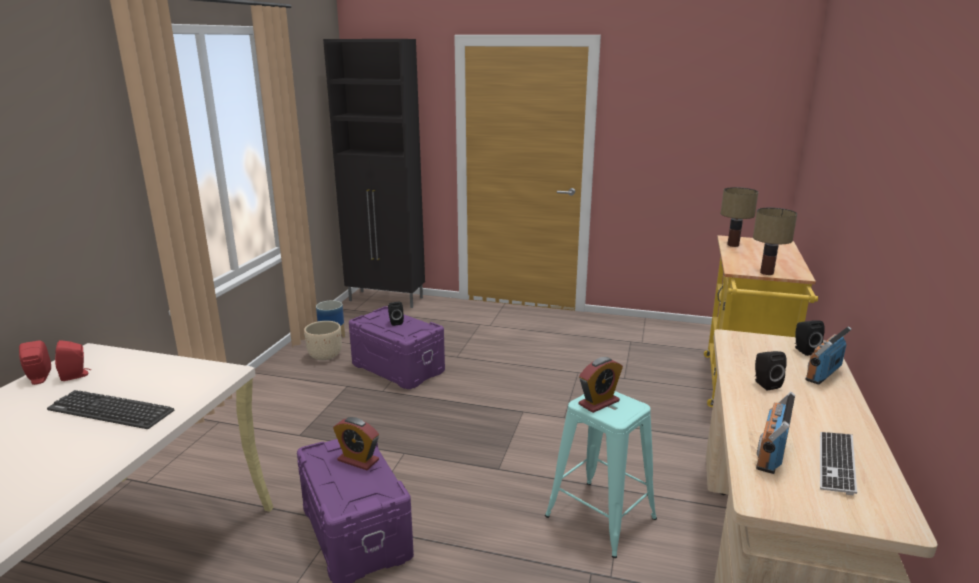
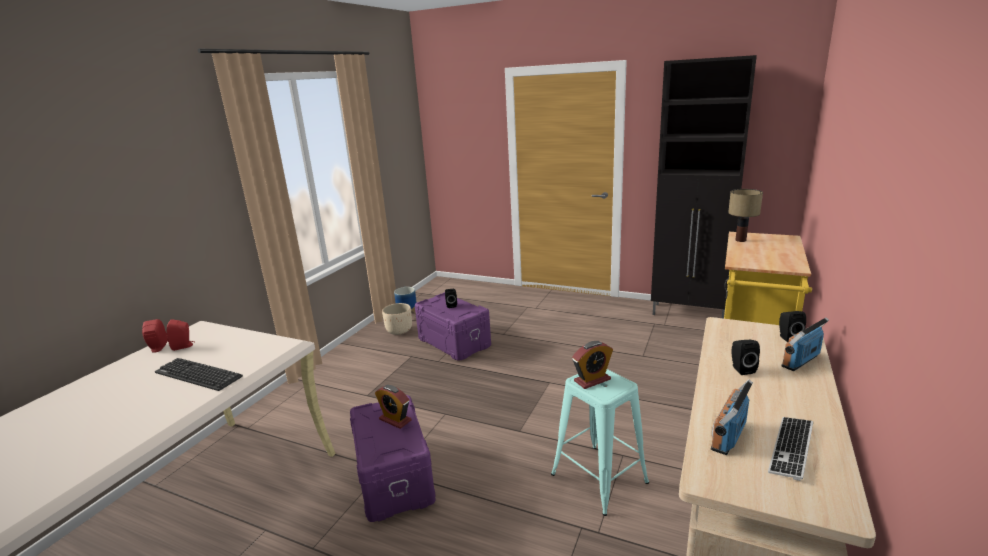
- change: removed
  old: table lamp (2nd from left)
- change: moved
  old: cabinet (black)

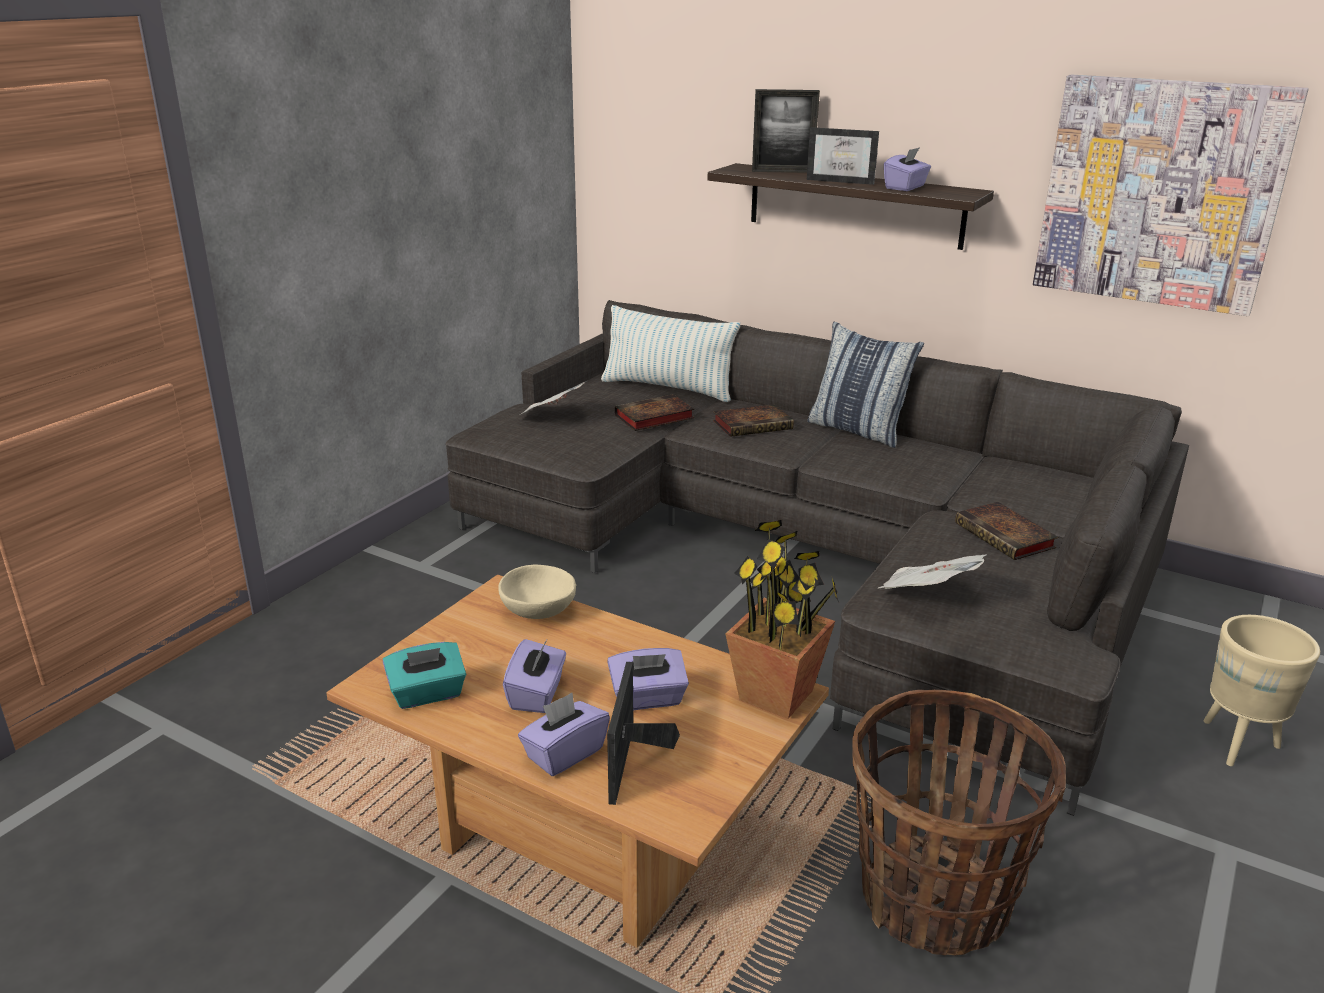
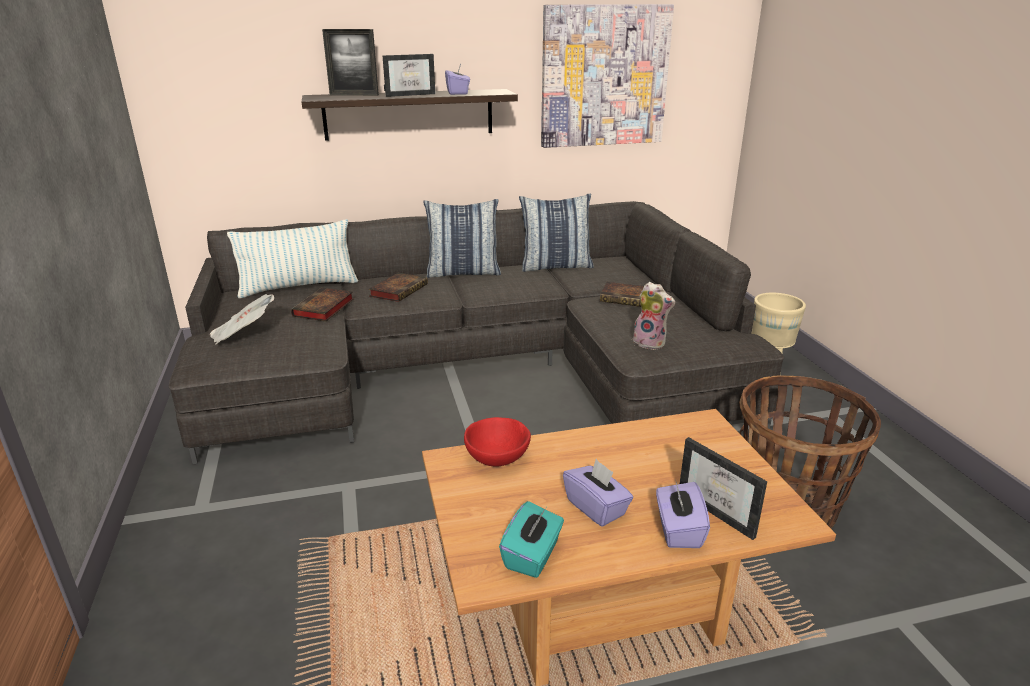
- change: removed
  old: tissue box (purple) (3rd from left)
- change: removed
  old: potted plant
- change: added
  new: pillow (3rd from left)
- change: replaced
  old: newspaper (2nd from left)
  new: plush toy
- change: recoloured
  old: bowl (beige)
  new: bowl (red)
- change: turned
  old: picture frame (2nd from left in the first image)
  degrees: 45

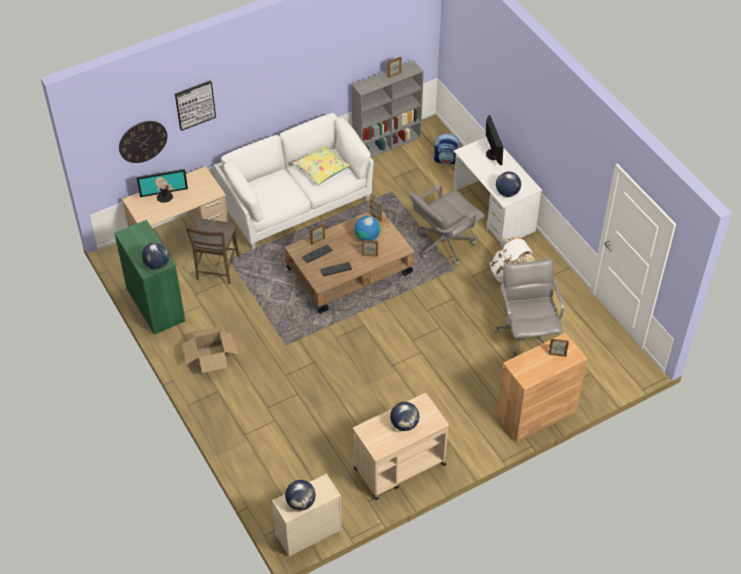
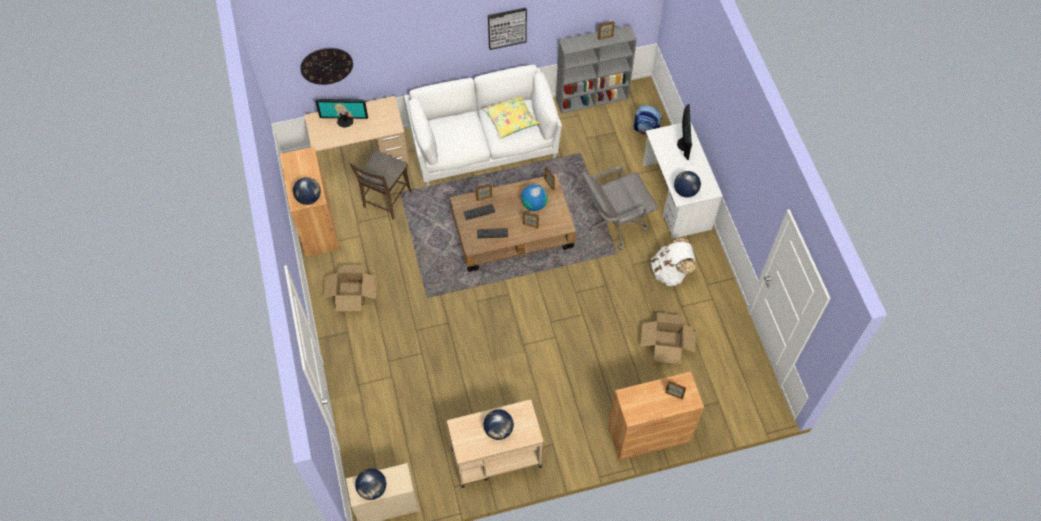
- change: moved
  old: picture
- change: replaced
  old: office chair (grey) (2nd from left)
  new: cardboard box (2nd from left)
- change: recoloured
  old: cabinet (green)
  new: cabinet (brown) (1st from left)

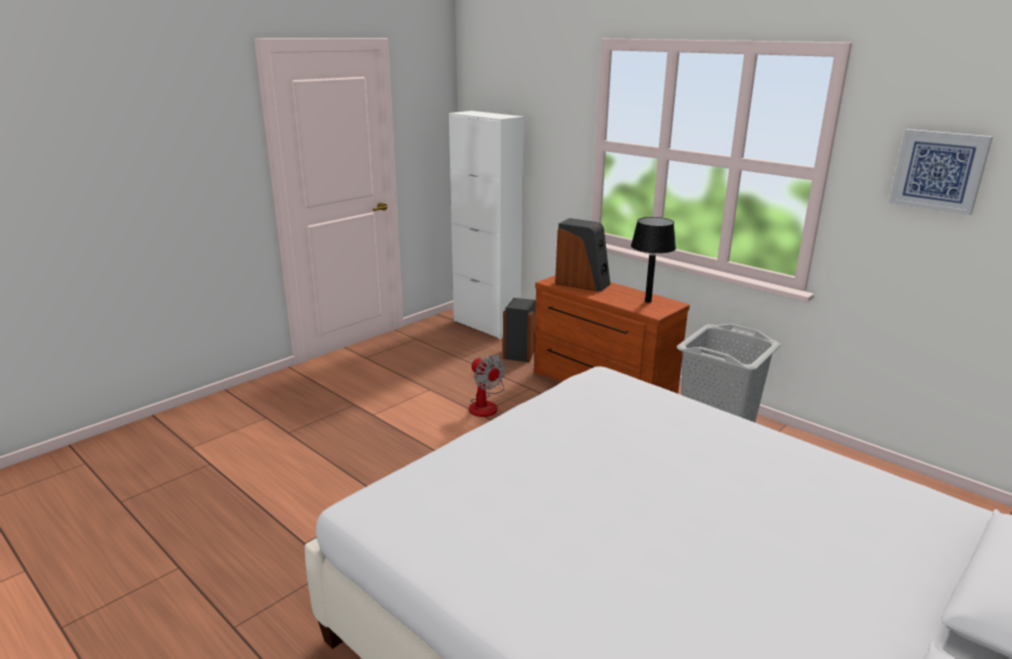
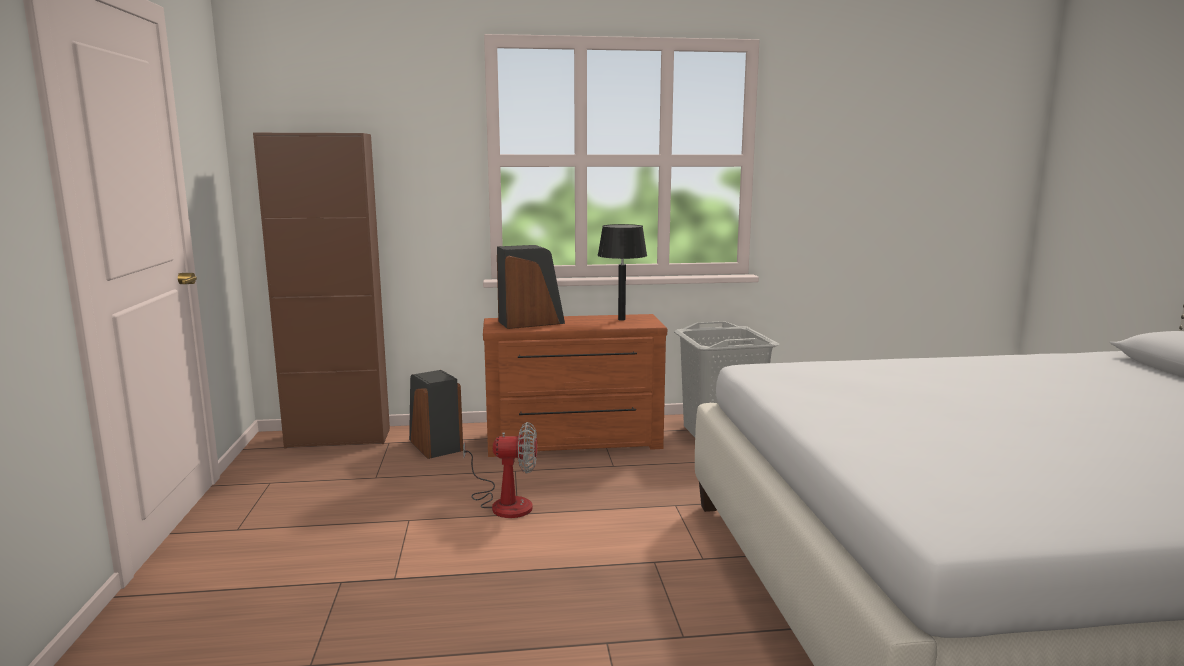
- change: removed
  old: picture
- change: recoloured
  old: cabinet (white)
  new: cabinet (brown)

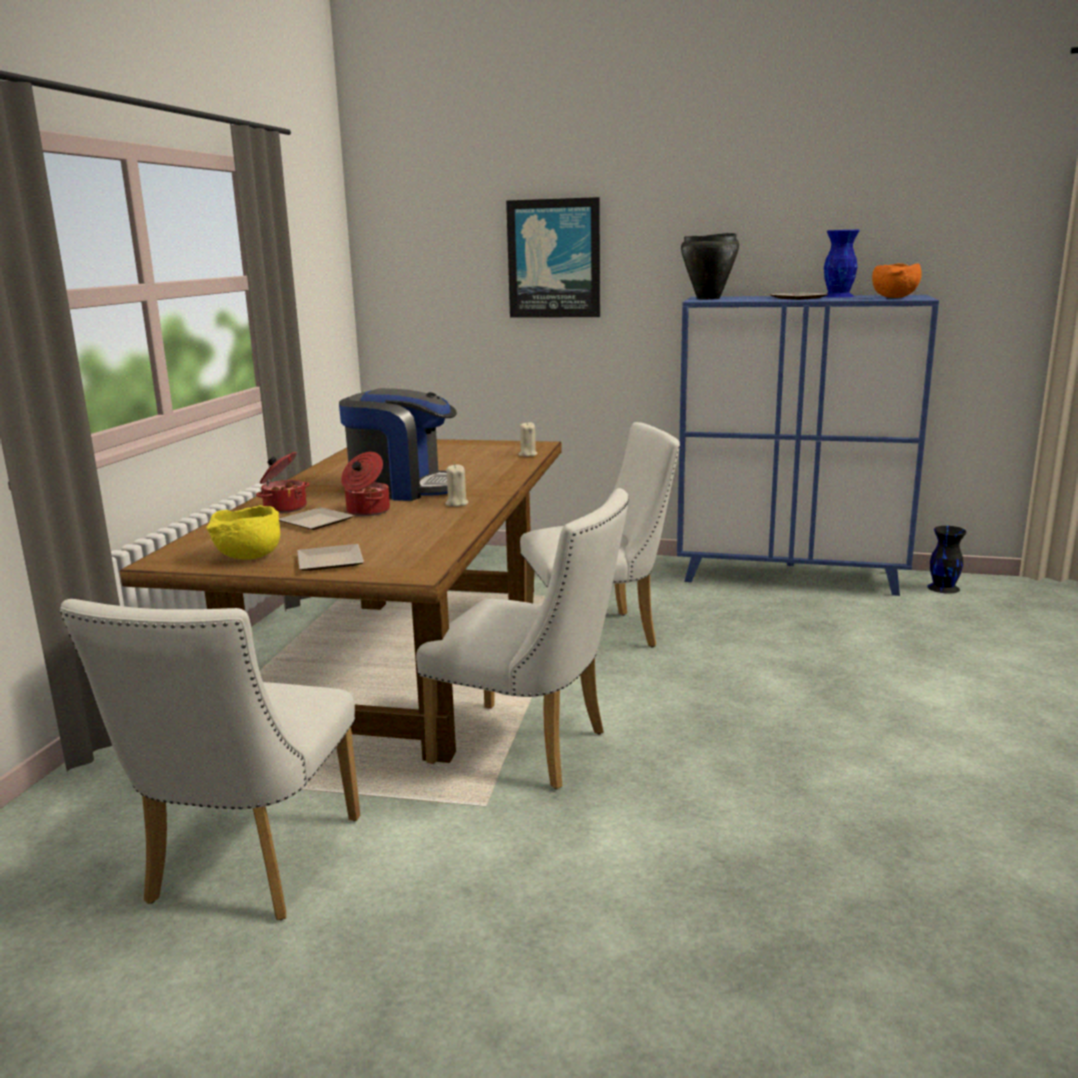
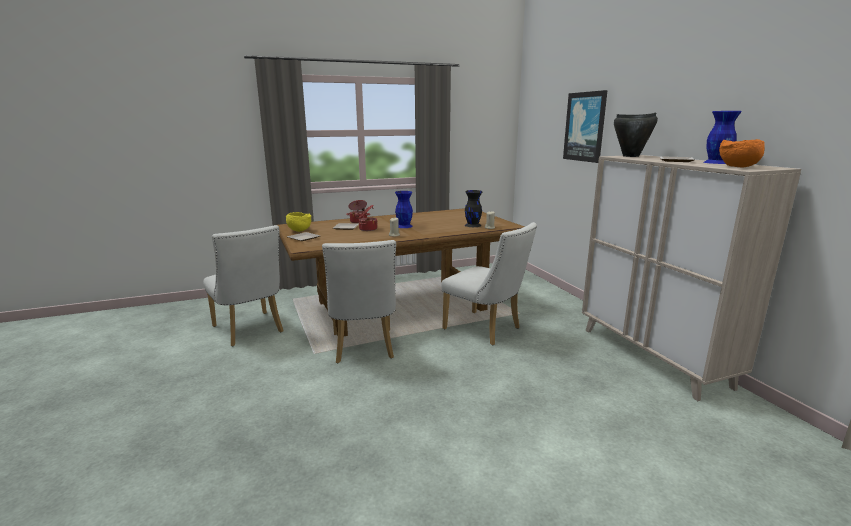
- change: moved
  old: vase (black)
- change: replaced
  old: coffee machine
  new: vase (blue) (1st from left)
- change: recoloured
  old: cabinet (blue)
  new: cabinet (beige)
- change: turned
  old: chair (white) (1st from left)
  degrees: -105

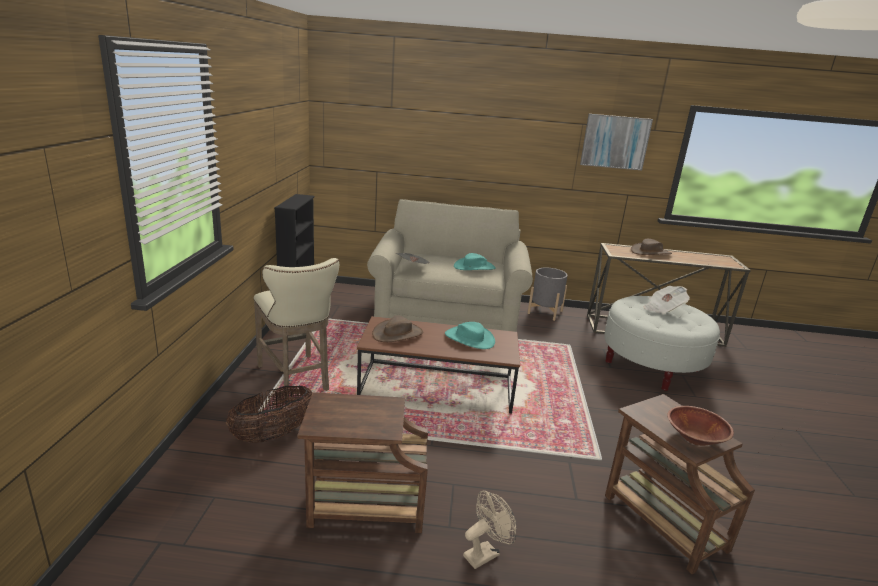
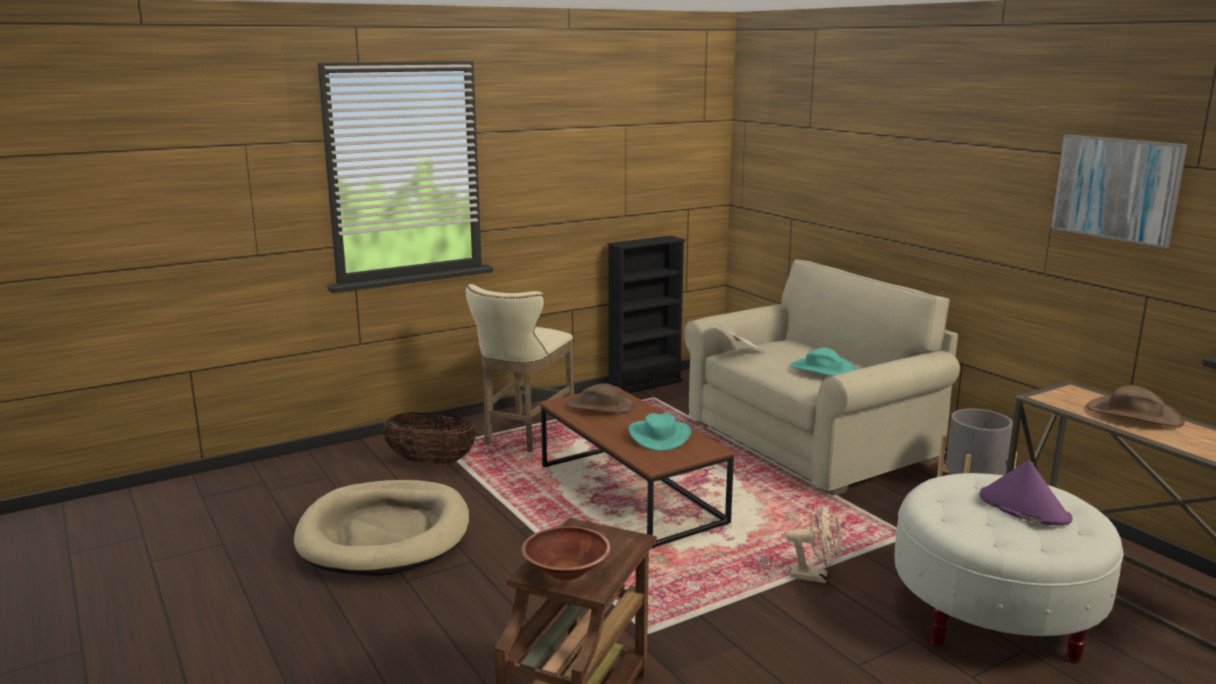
- change: moved
  old: fan (beige)
- change: replaced
  old: side table (brown) (1st from left)
  new: dog bed (beige)
- change: replaced
  old: newspaper (2nd from left)
  new: hat (purple)

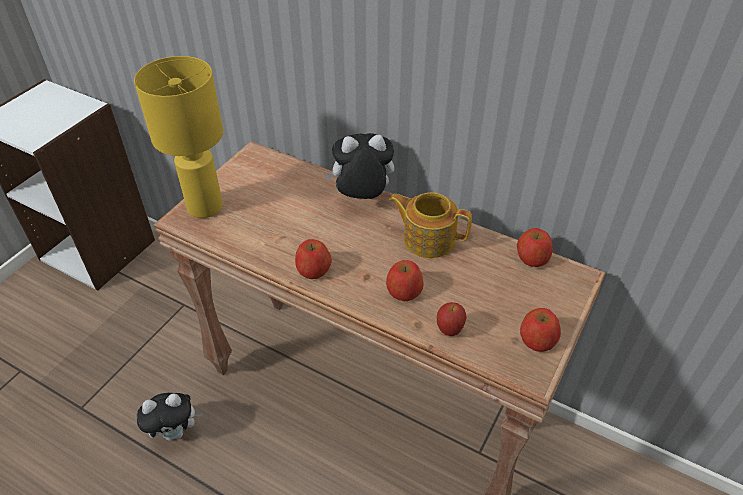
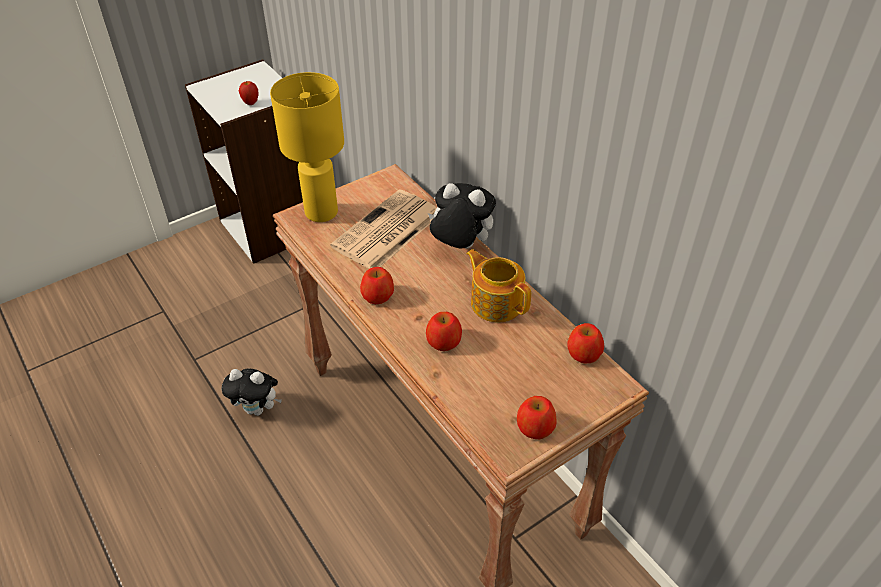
- change: added
  new: newspaper
- change: moved
  old: apple (3rd from left in the first image)
  new: apple (1st from left)

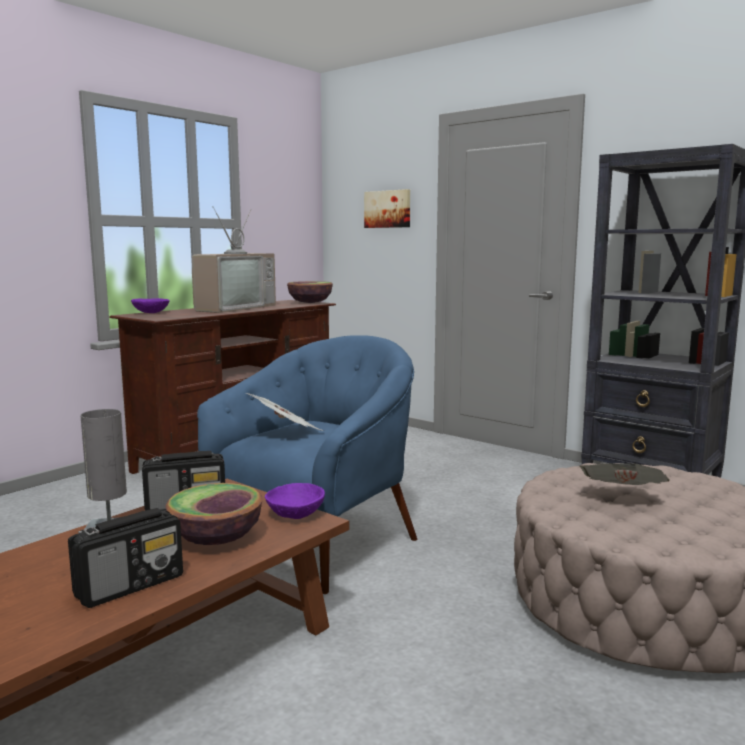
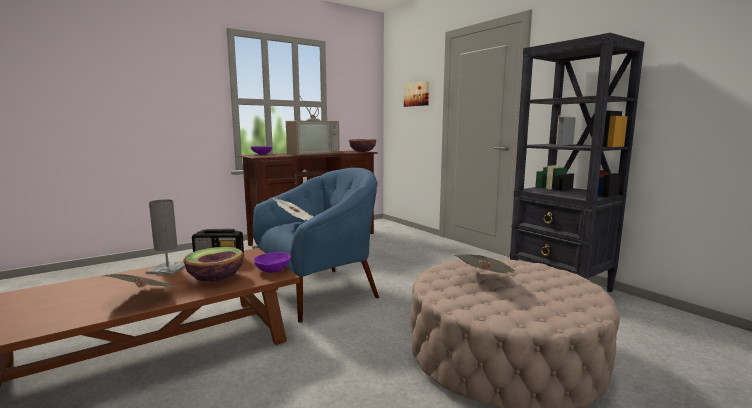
- change: replaced
  old: radio (1st from left)
  new: newspaper (1st from left)

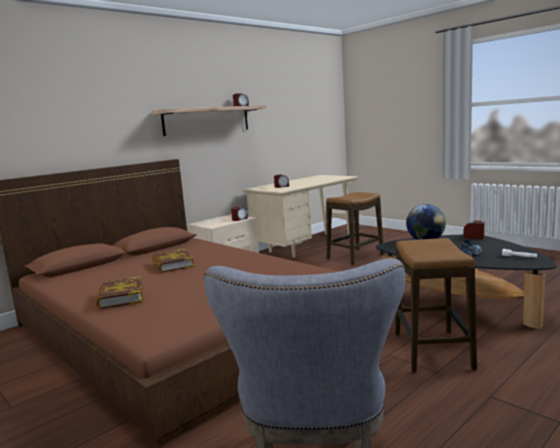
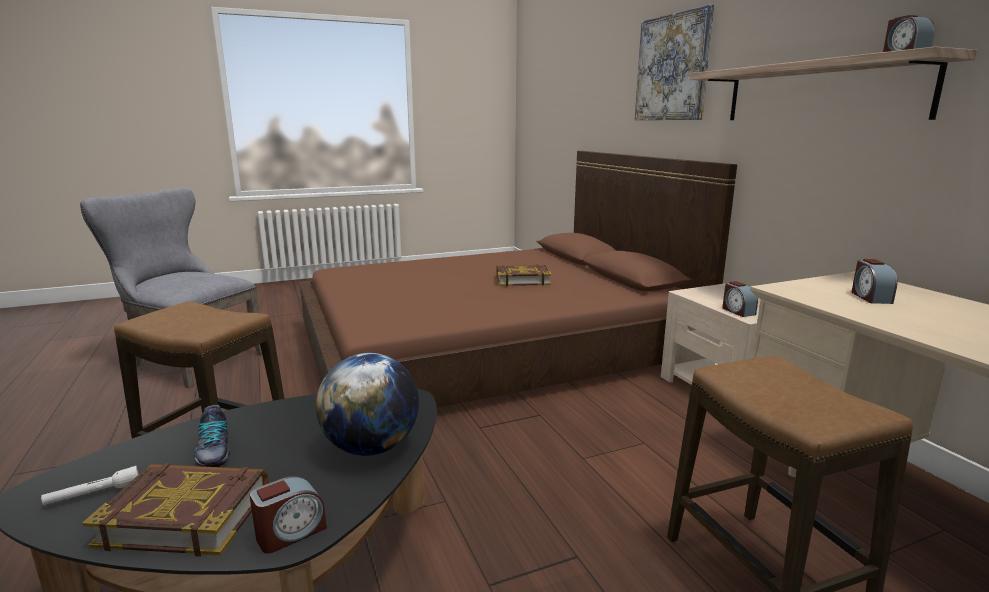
- change: added
  new: picture
- change: moved
  old: book (1st from left)

